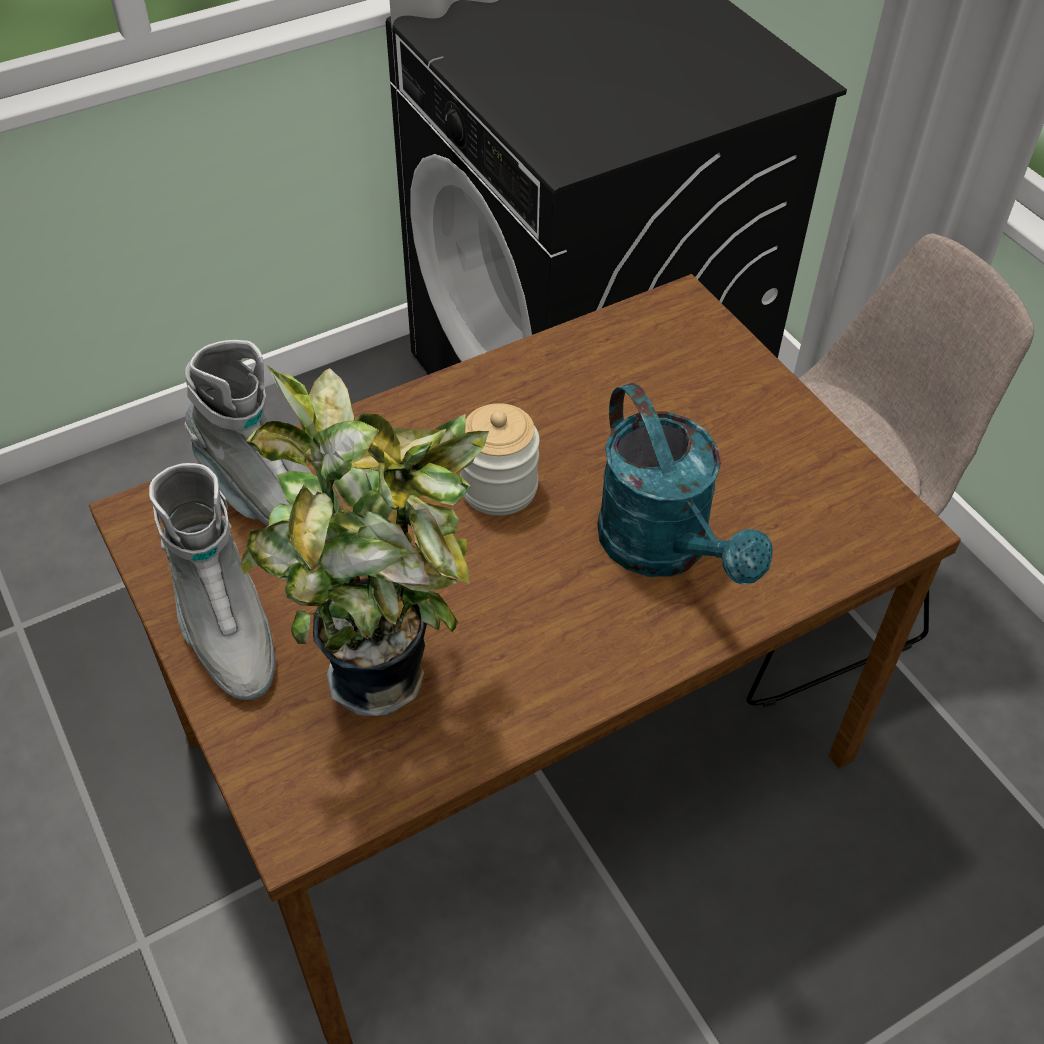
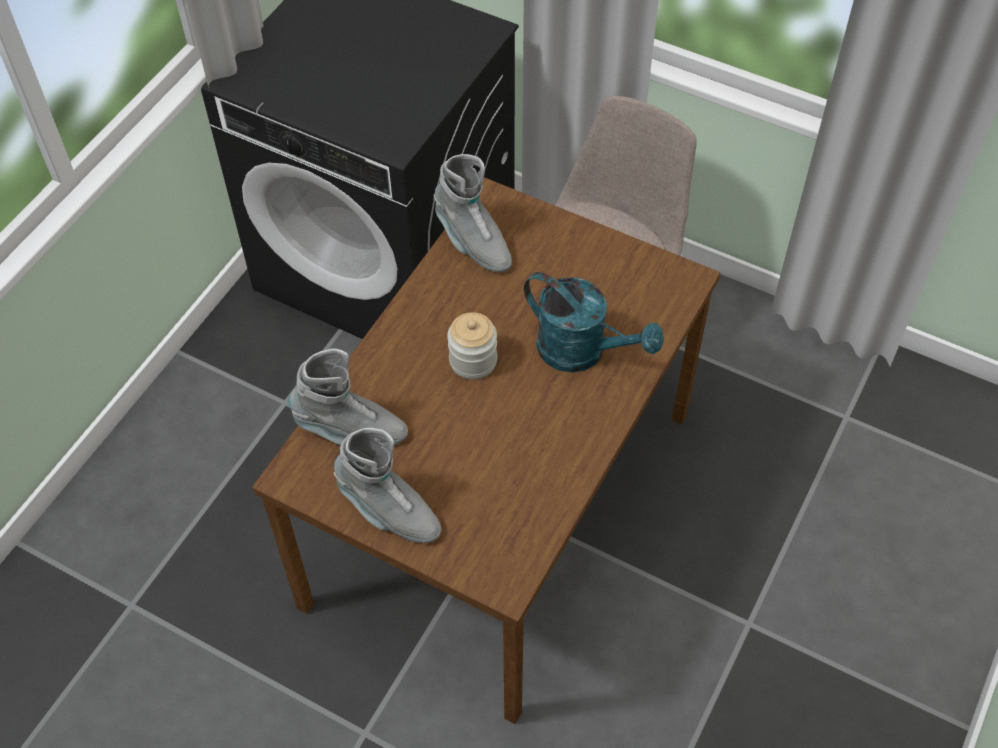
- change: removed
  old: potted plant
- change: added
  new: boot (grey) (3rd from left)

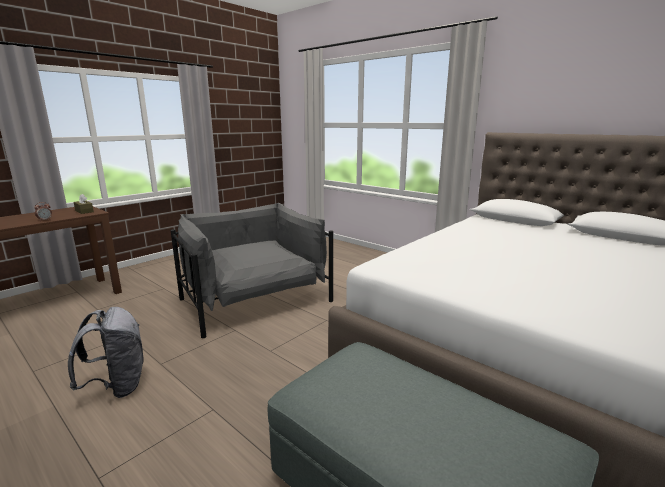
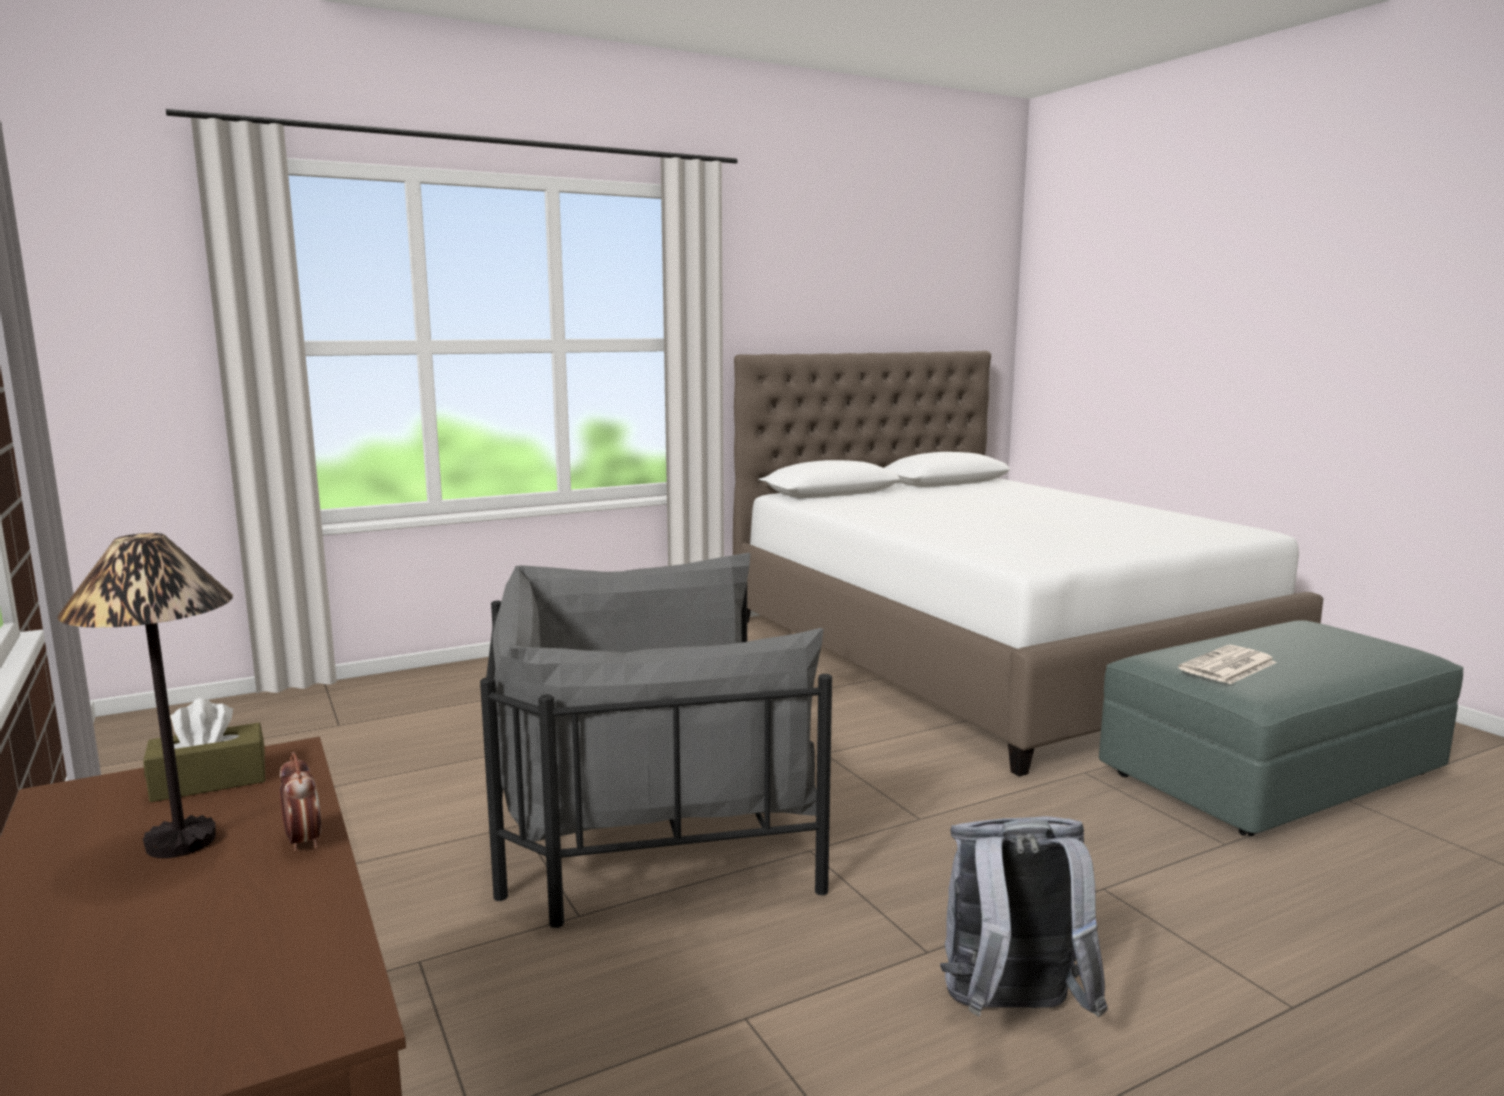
- change: added
  new: table lamp
- change: added
  new: newspaper

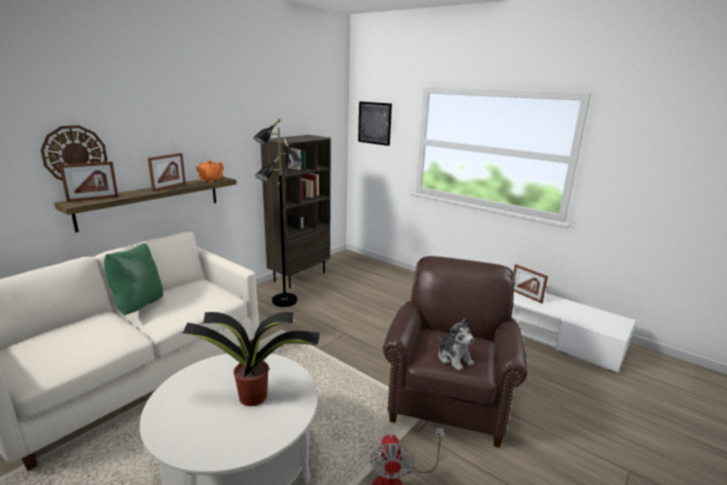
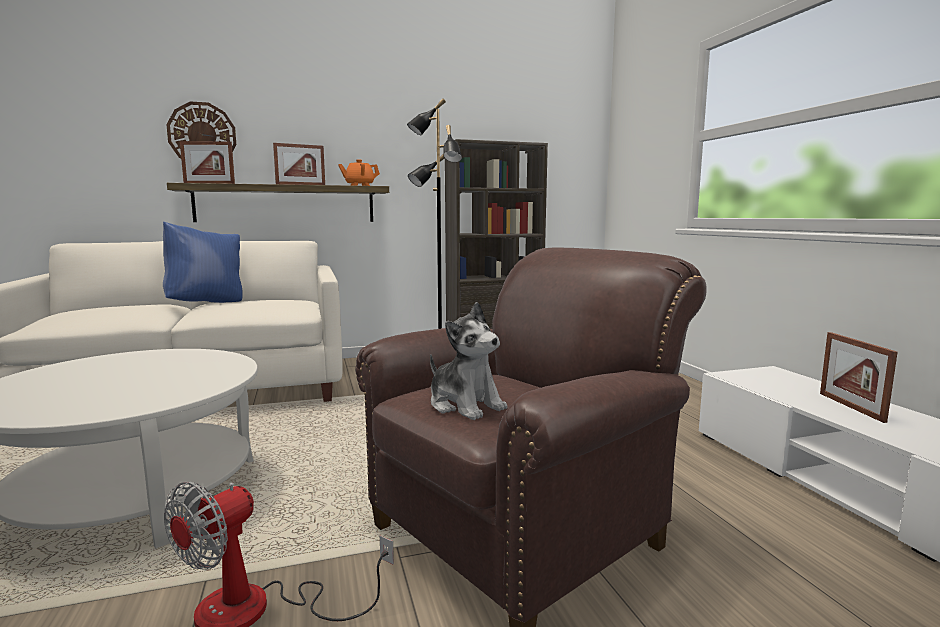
- change: removed
  old: potted plant
- change: removed
  old: picture
- change: recoloured
  old: pillow (green)
  new: pillow (blue)
- change: turned
  old: plush toy
  degrees: -45

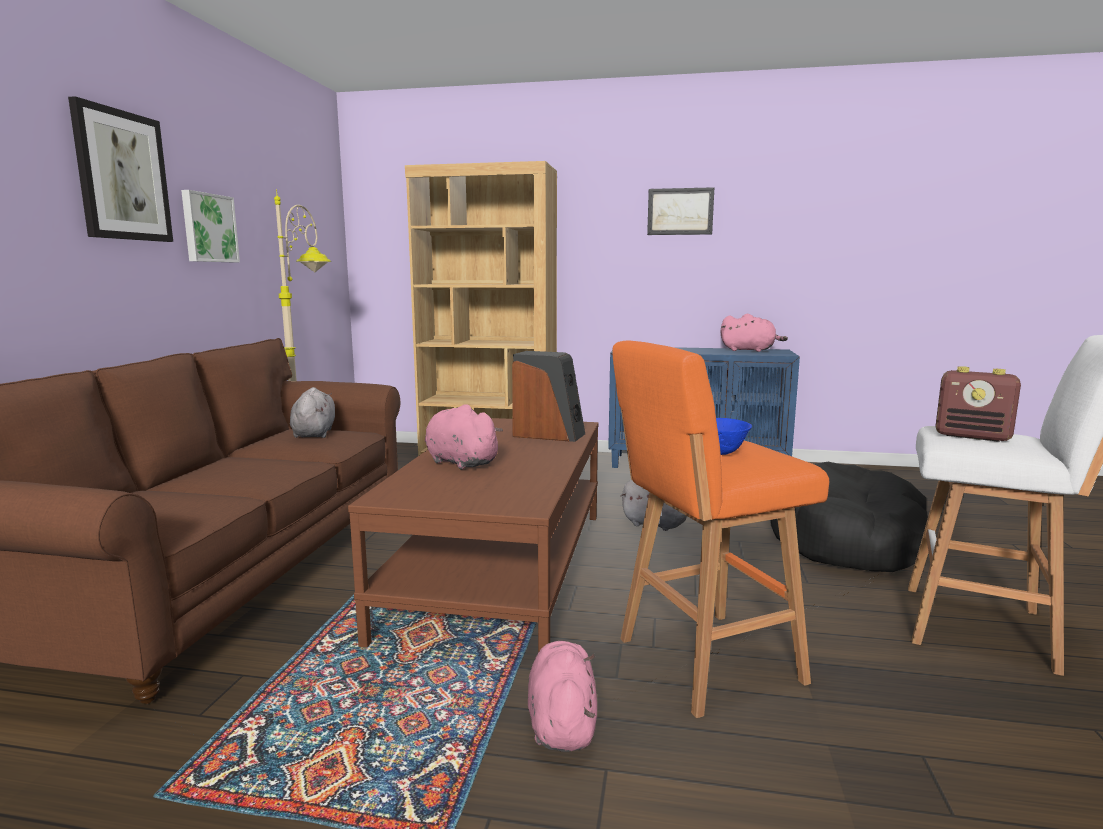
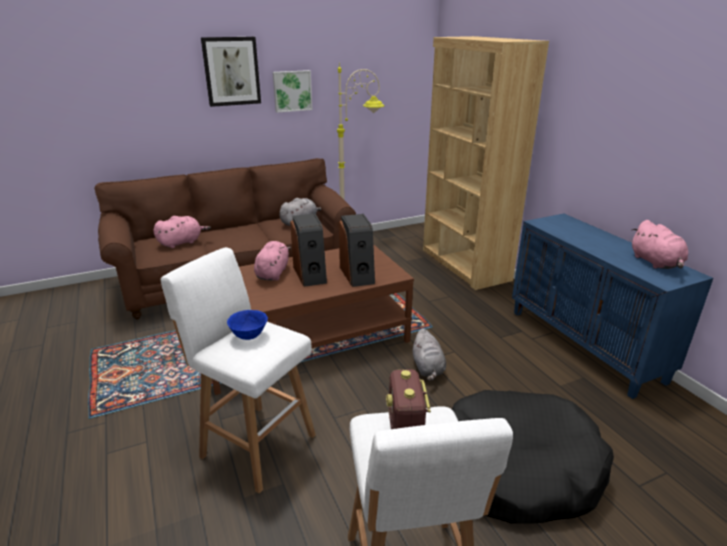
- change: removed
  old: picture (3rd from left)
- change: added
  new: speaker (1st from left)
- change: moved
  old: plush toy (pink) (2nd from left in the first image)
  new: plush toy (pink) (1st from left)
- change: recoloured
  old: stool (orange)
  new: stool (white) (1st from left)

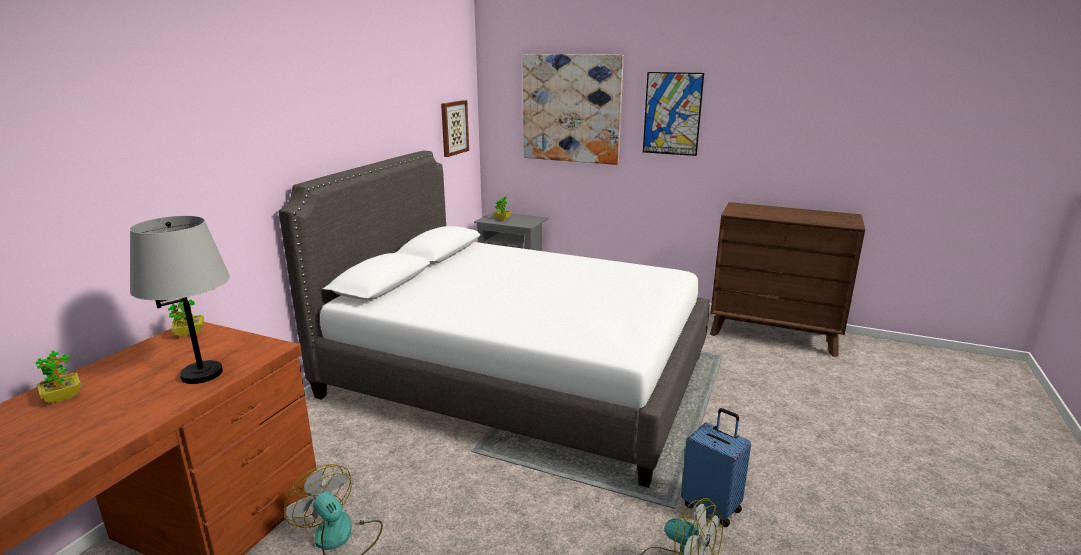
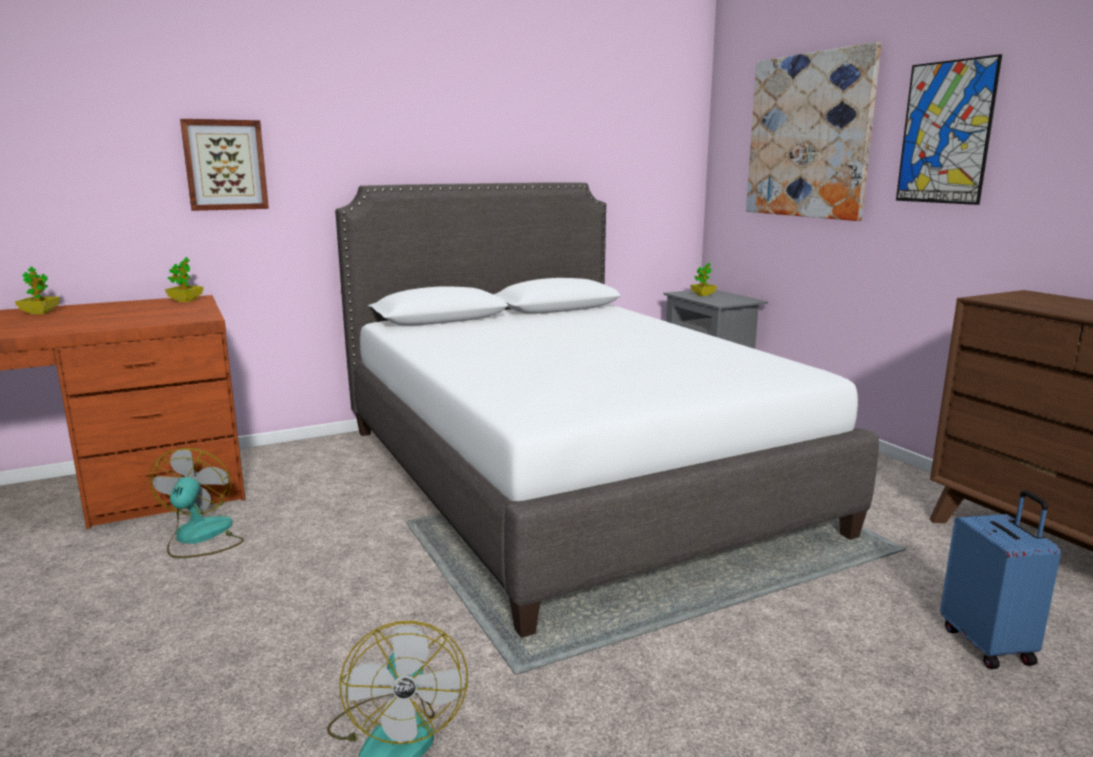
- change: removed
  old: table lamp (grey)
- change: moved
  old: picture (1st from left)
- change: moved
  old: suitcase (blue)

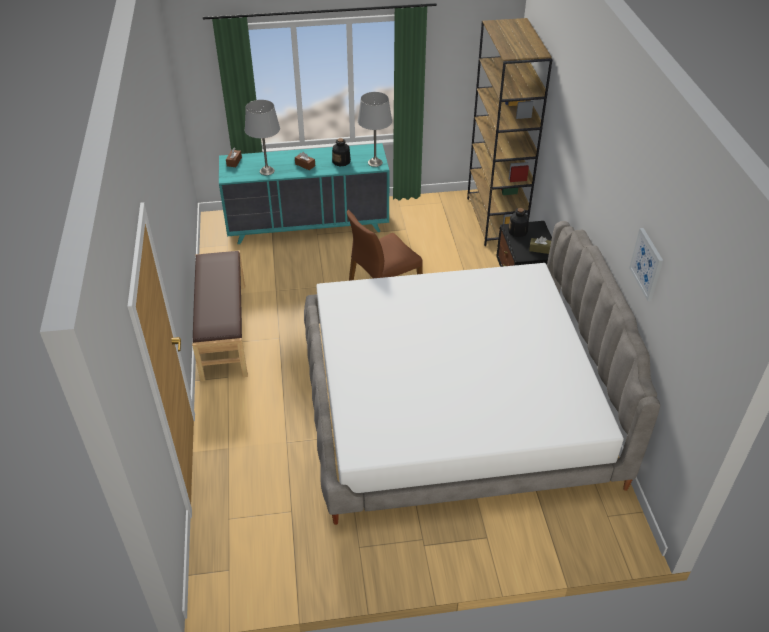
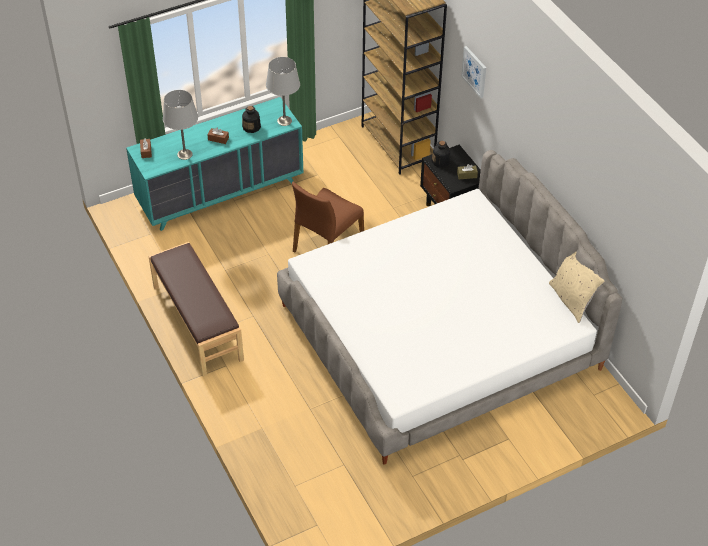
- change: added
  new: pillow (beige)
- change: moved
  old: picture

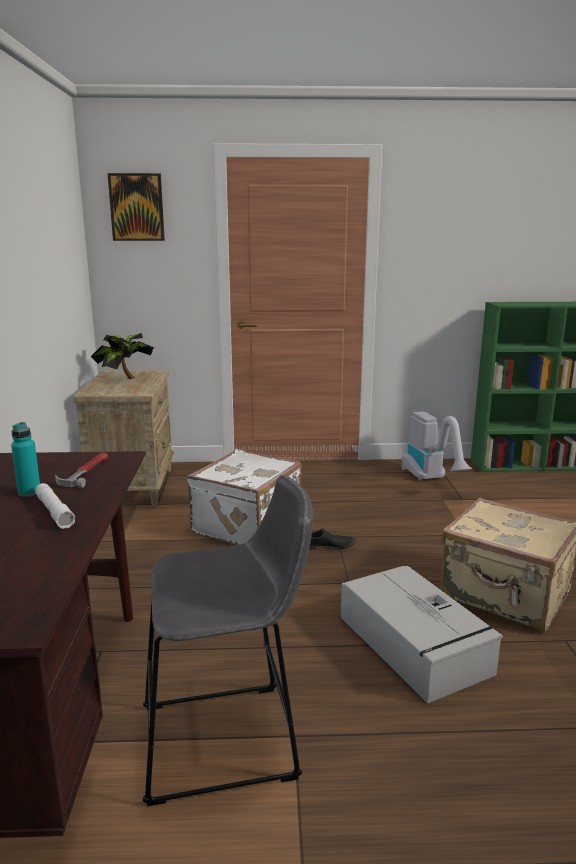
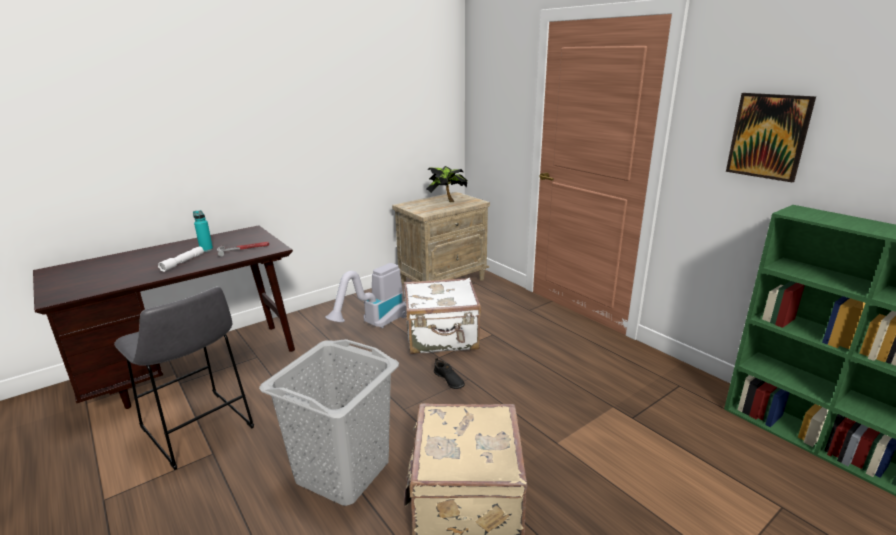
- change: moved
  old: picture
- change: moved
  old: vacuum cleaner
- change: replaced
  old: storage box (grey)
  new: laundry basket (grey)

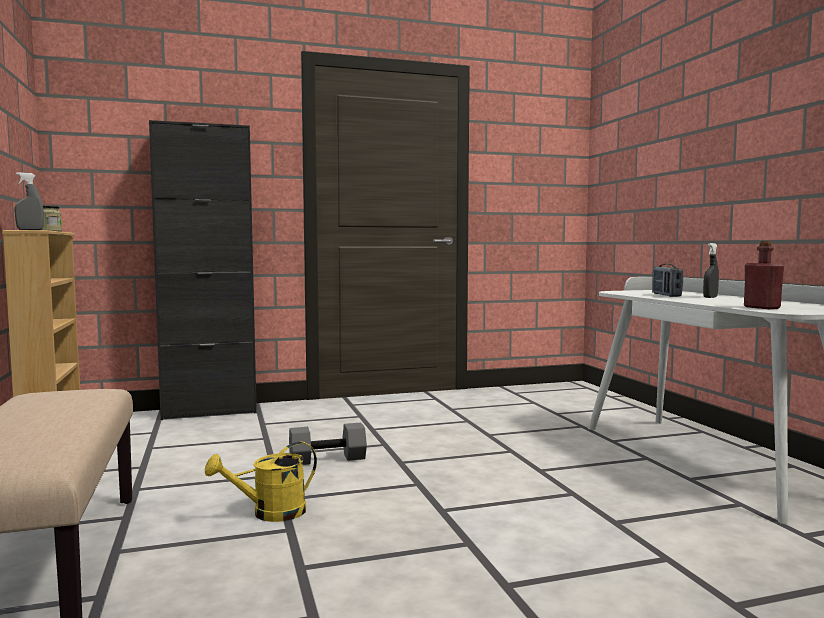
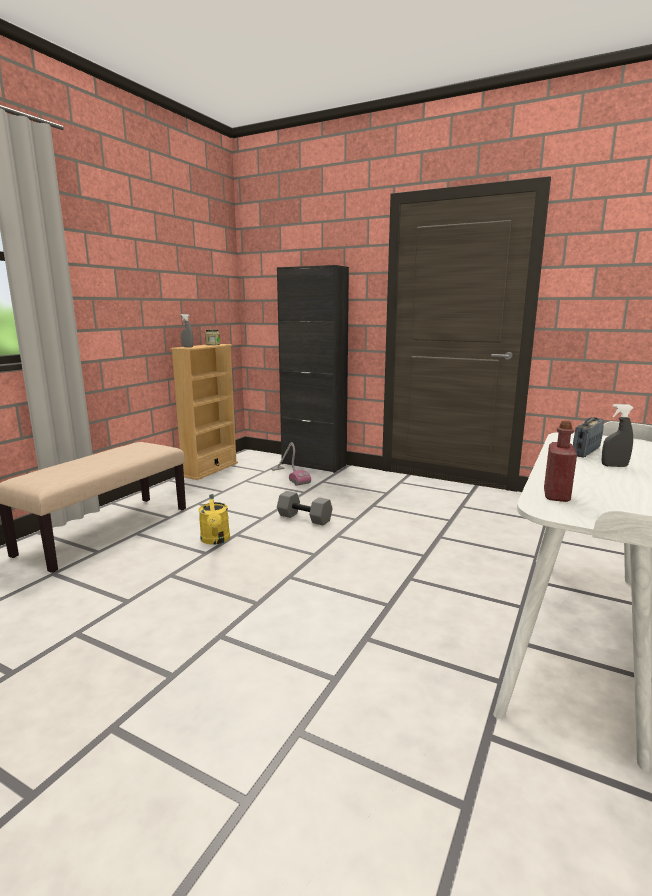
- change: added
  new: vacuum cleaner
- change: turned
  old: watering can (yellow)
  degrees: -120

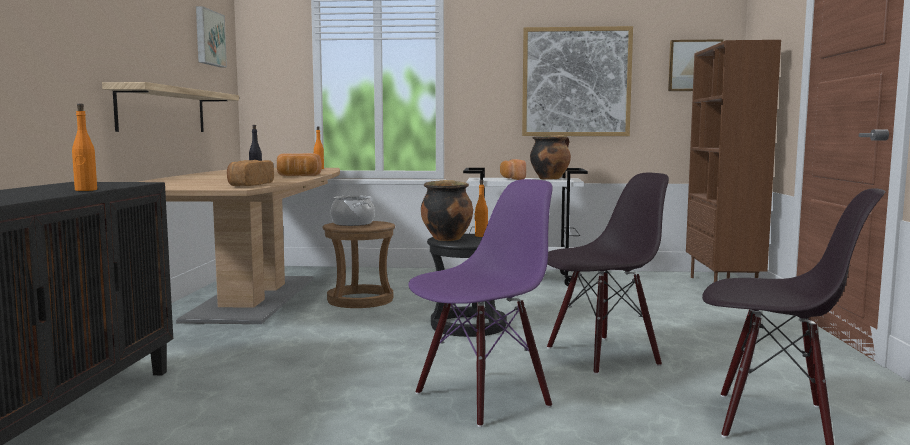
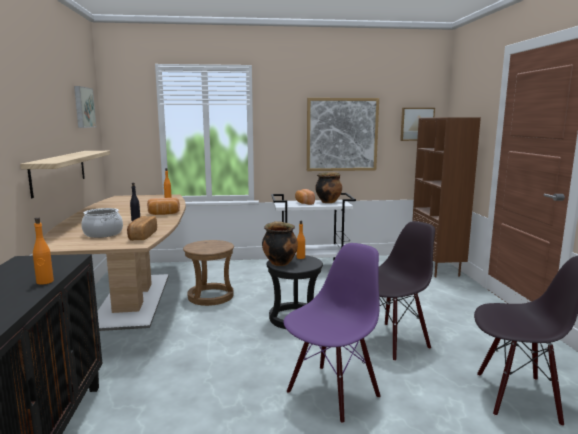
- change: moved
  old: cooking pot (1st from left)

